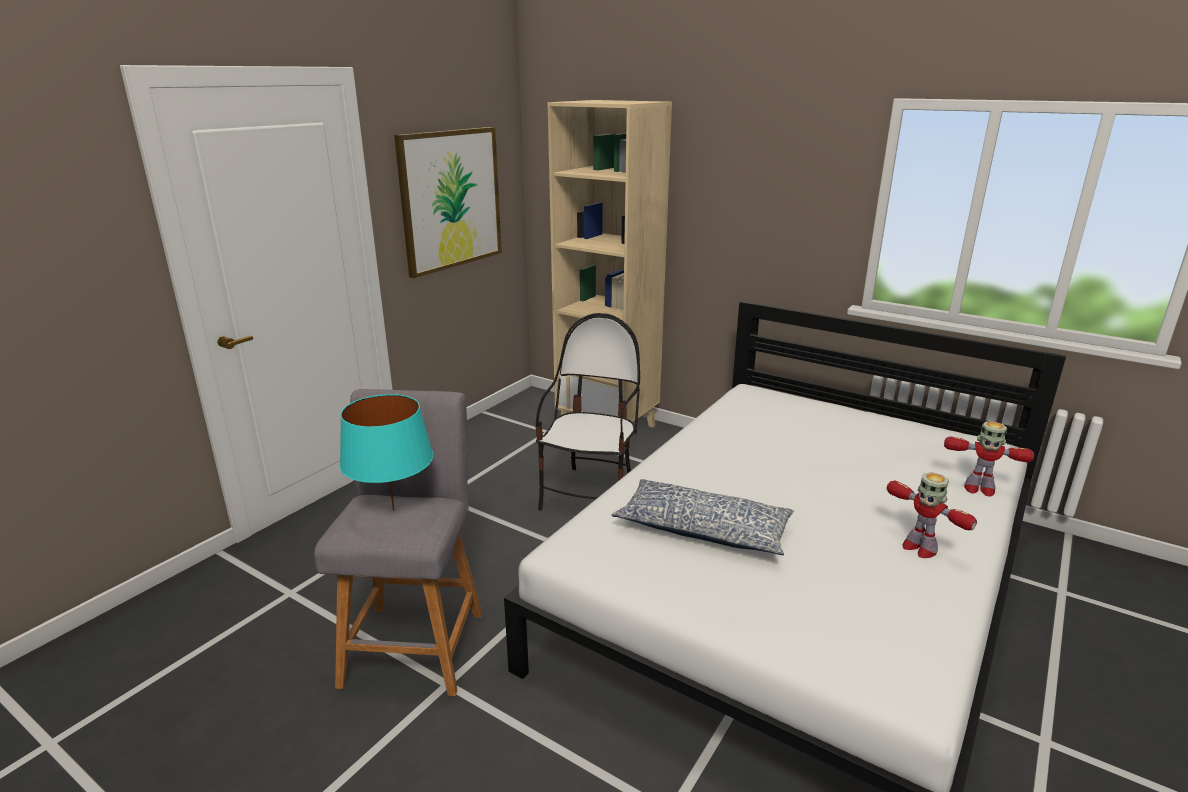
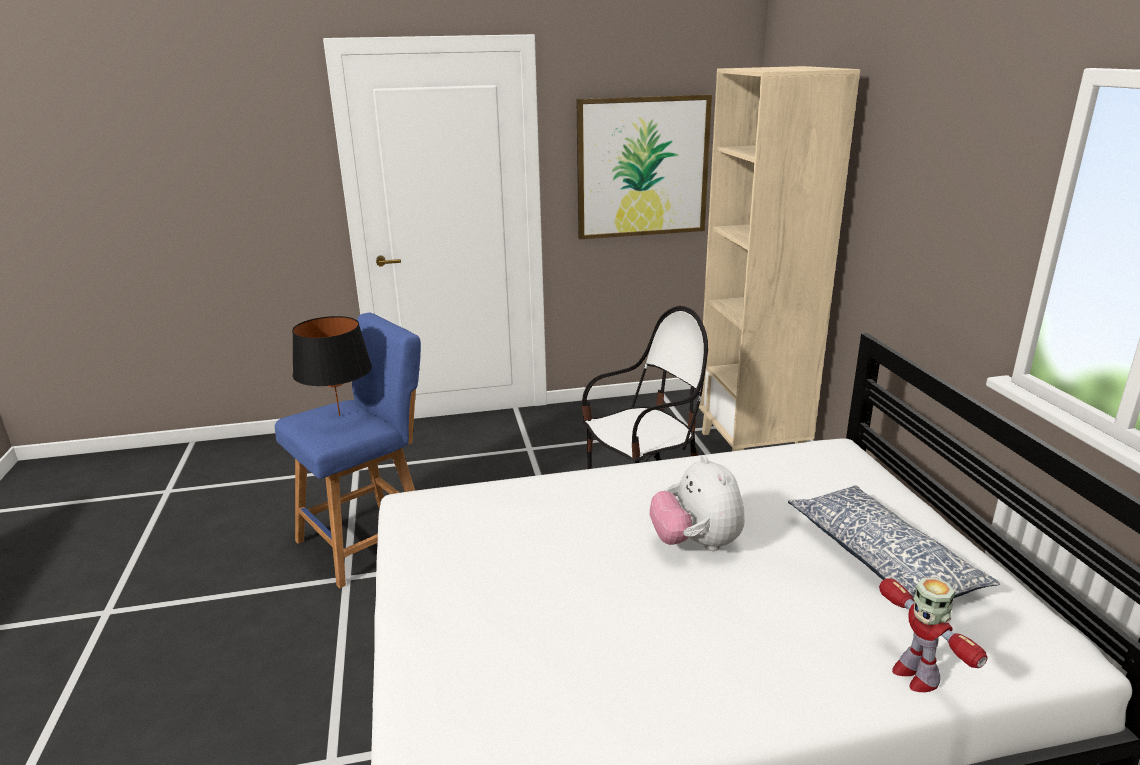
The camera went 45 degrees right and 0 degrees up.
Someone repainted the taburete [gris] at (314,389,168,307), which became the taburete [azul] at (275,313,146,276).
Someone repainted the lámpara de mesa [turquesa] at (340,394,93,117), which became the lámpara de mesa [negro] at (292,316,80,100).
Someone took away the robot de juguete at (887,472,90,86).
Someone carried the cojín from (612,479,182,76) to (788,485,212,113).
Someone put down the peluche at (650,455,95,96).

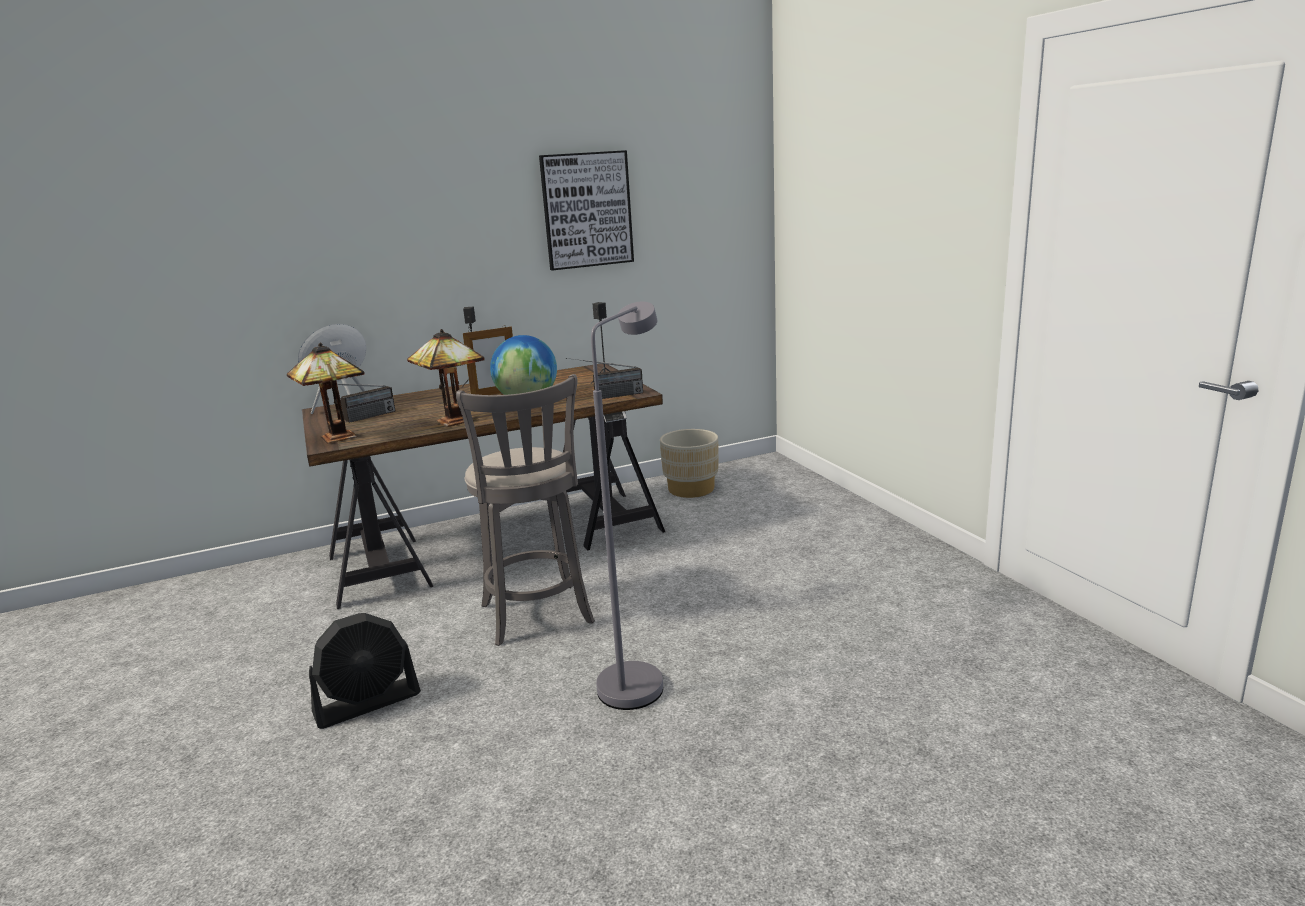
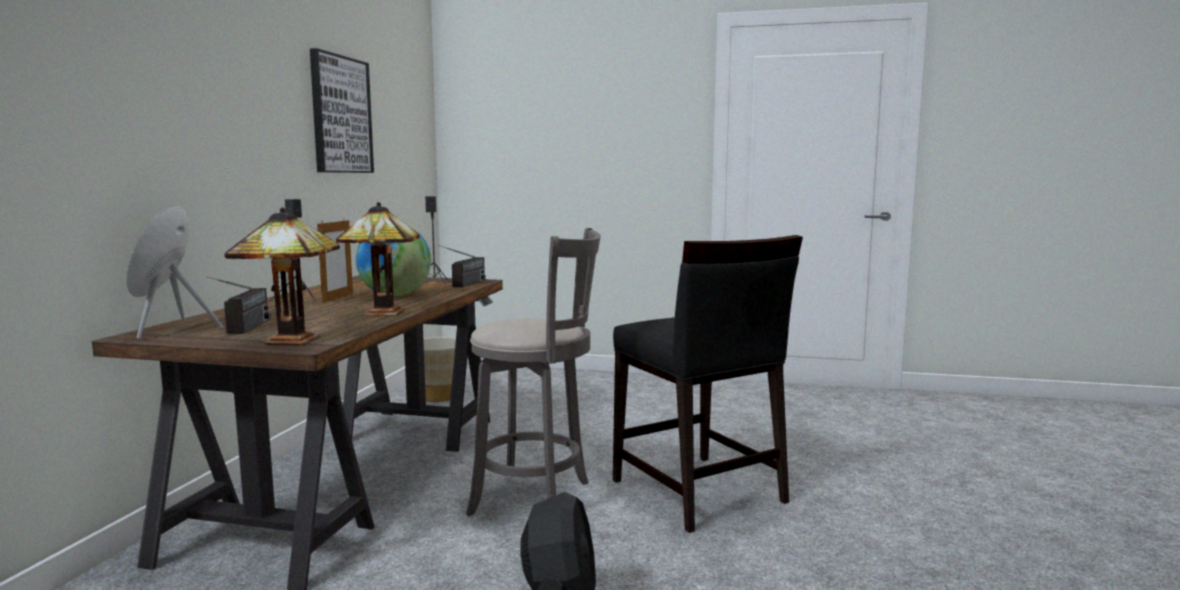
The camera went 55 degrees left and 10 degrees down.
Someone swapped the lámpara de pie [gris] at (591,301,72,409) for the silla [negro] at (613,235,190,298).

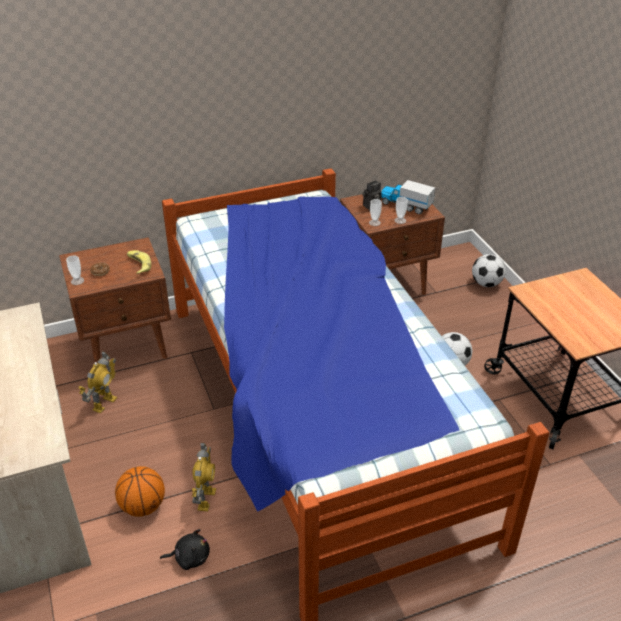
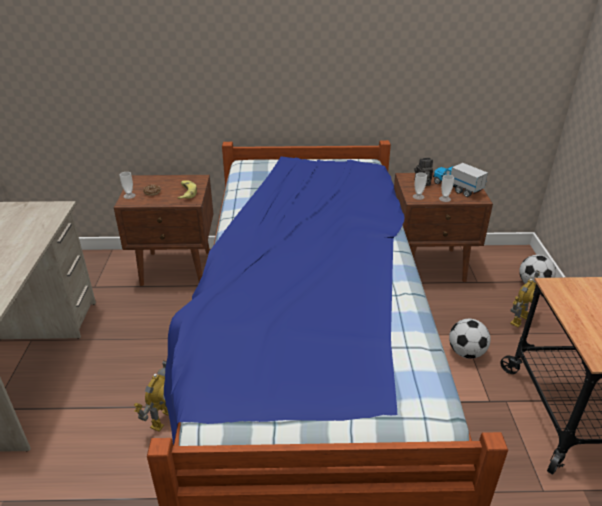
The camera went 20 degrees right and 5 degrees down.
Someone carried the robot de juguete from (79,351,38,62) to (510,270,29,58).
Someone took away the balón de baloncesto at (115,466,50,51).
Someone took away the peluche [negro] at (160,529,50,41).

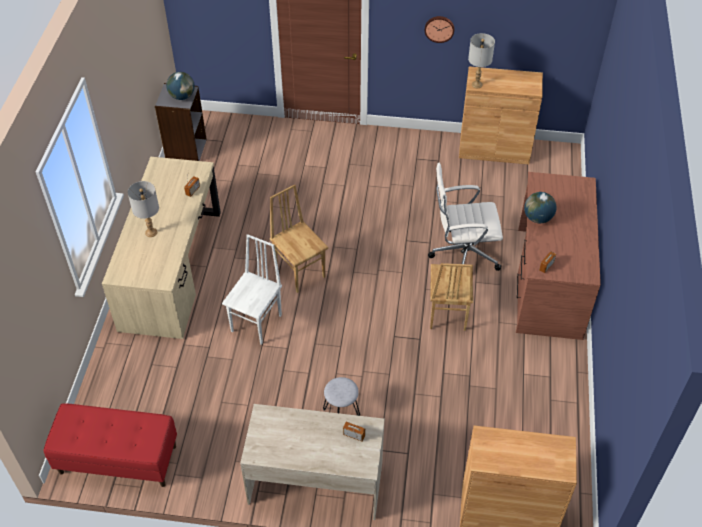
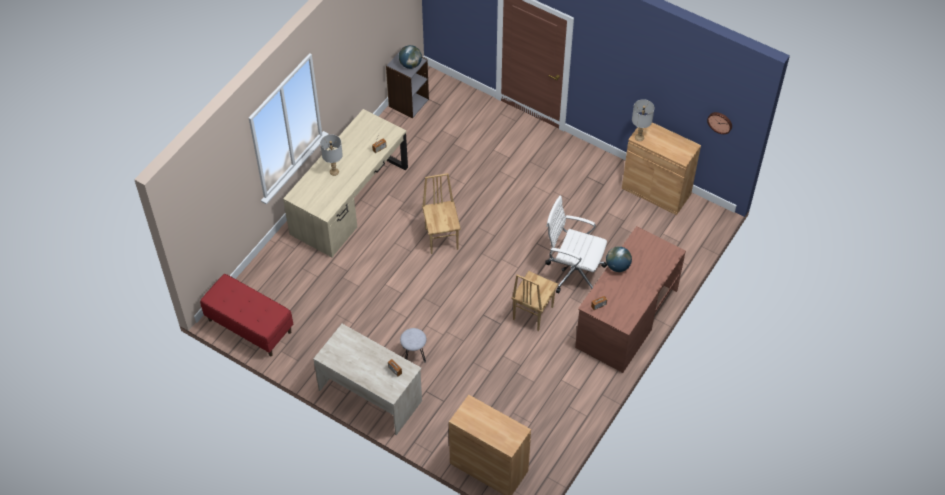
The camera went 25 degrees right and 5 degrees up.
Someone carried the reloj de pared from (425,16,29,27) to (707,112,25,22).
Someone took away the silla [blanco] at (222,234,60,111).

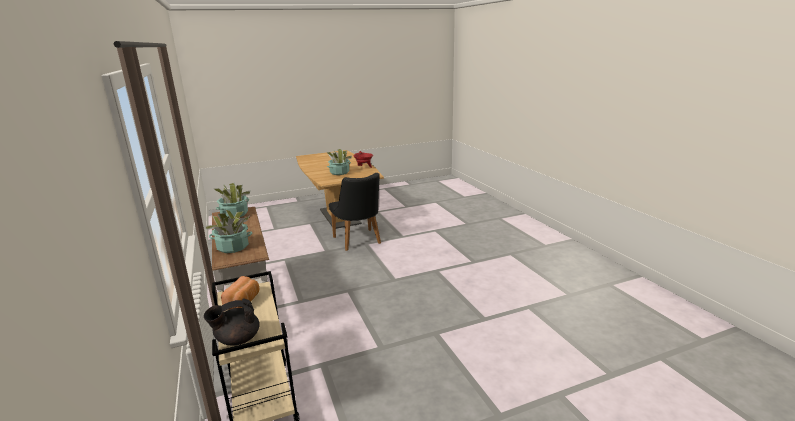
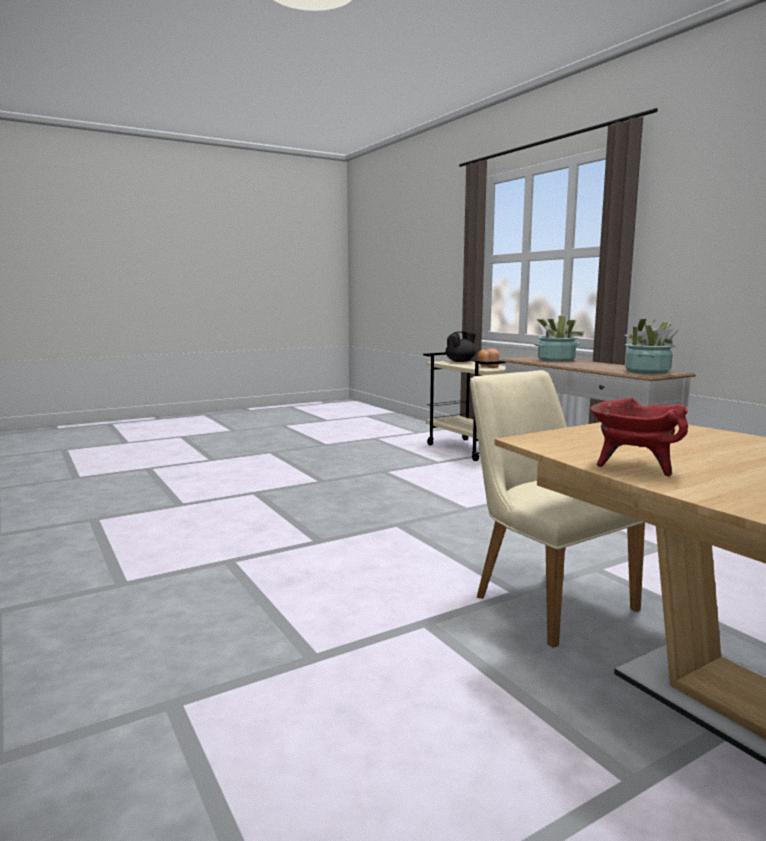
The camera went 170 degrees right and 10 degrees down.
Someone took away the planta en maceta at (326,149,26,26).
Someone repainted the silla [negro] at (329,173,52,78), which became the silla [beis] at (470,370,175,278).

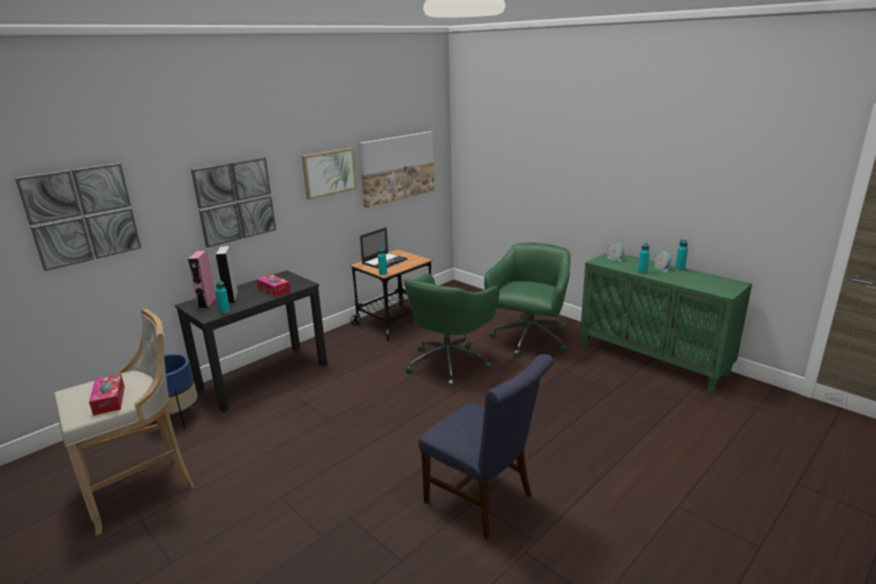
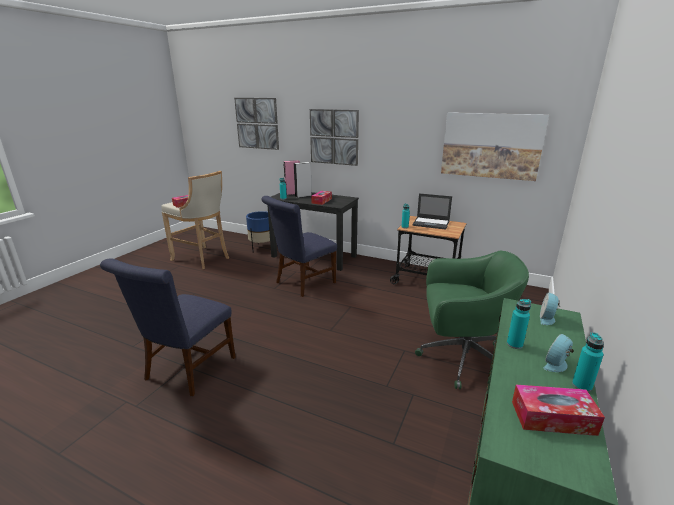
The camera went 70 degrees right and 0 degrees up.
Someone took away the cuadro at (302,148,55,52).
Someone took away the silla de oficina [verde] at (404,274,96,113).
Someone put down the silla [azul] at (261,196,76,101).
Someone put down the caja de pañuelos at (512,385,93,51).

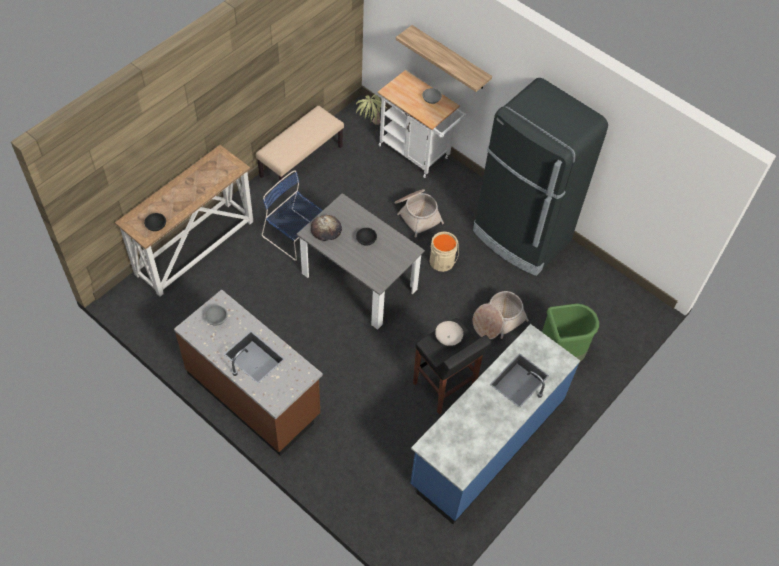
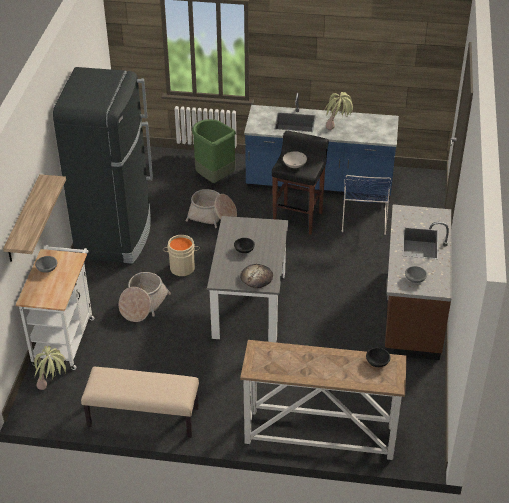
The camera went 120 degrees left and 15 degrees down.
Someone carried the silla [azul] from (262,170,61,91) to (342,175,49,60).
Someone put down the planta en maceta at (325,92,28,38).

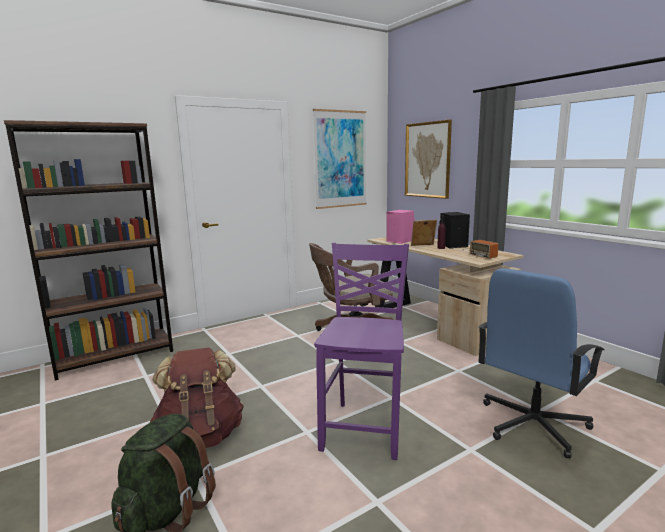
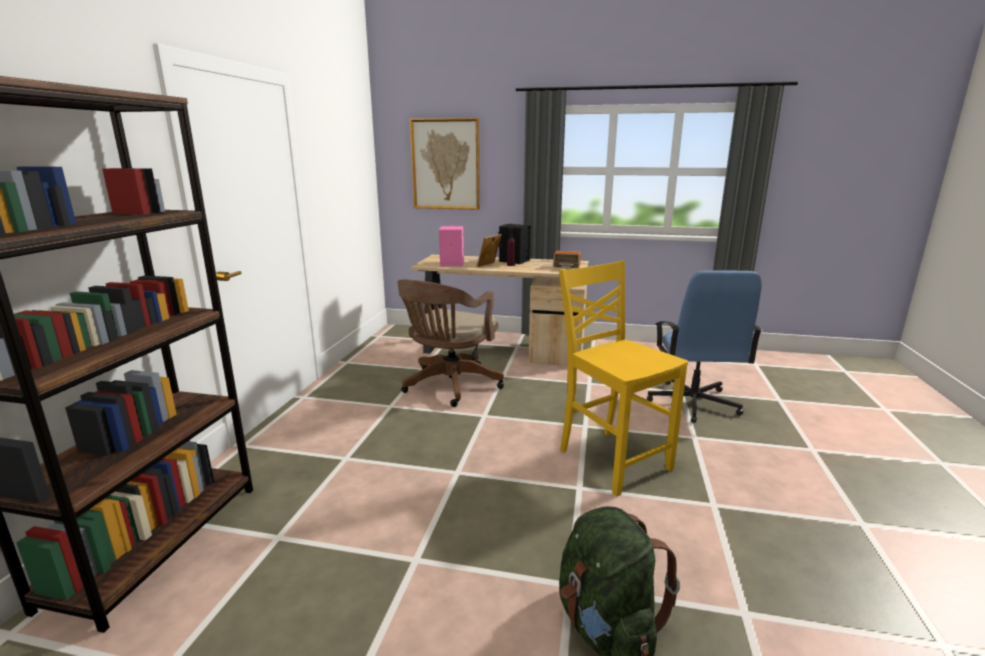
The camera went 45 degrees left and 5 degrees up.
Someone took away the cuadro at (313,109,54,100).
Someone repainted the silla [morado] at (314,243,95,217), which became the silla [amarillo] at (559,260,129,236).
Someone took away the mochila [marrón] at (150,348,94,100).

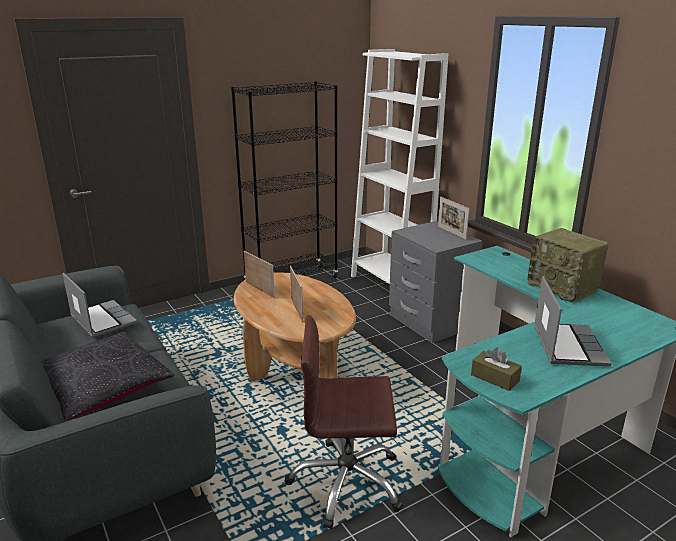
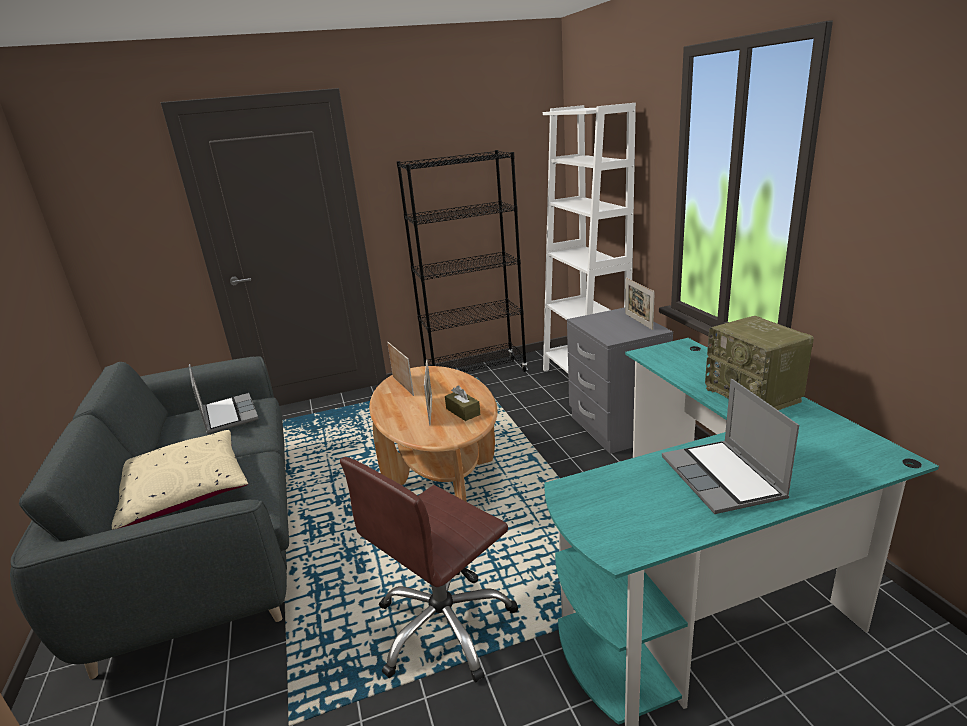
The camera went 15 degrees right and 0 degrees up.
Someone rotated the portátil at (534,276,78,91) by 150 degrees clockwise.
Someone rotated the silla de oficina [marrón] at (284,315,119,215) by 60 degrees counterclockwise.
Someone repainted the cojín [negro] at (41,332,134,89), which became the cojín [beis] at (112,430,136,100).
Someone carried the caja de pañuelos [marrón] from (471,347,51,44) to (445,385,35,36).

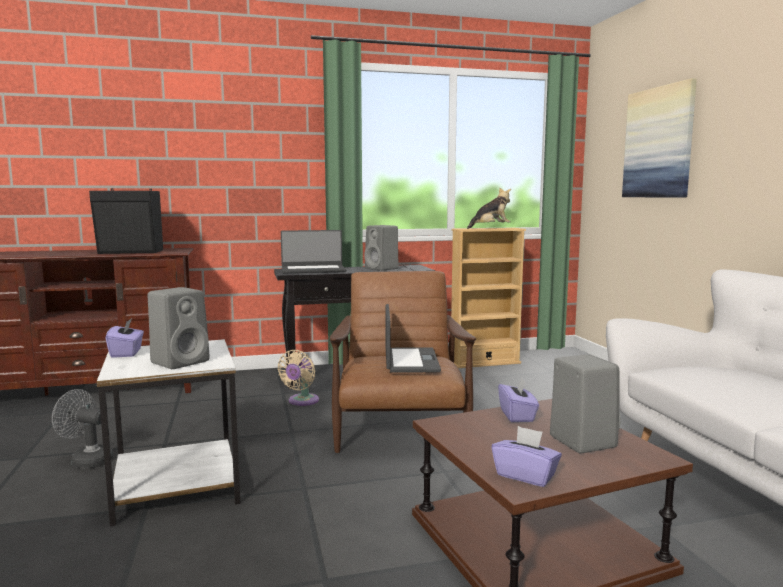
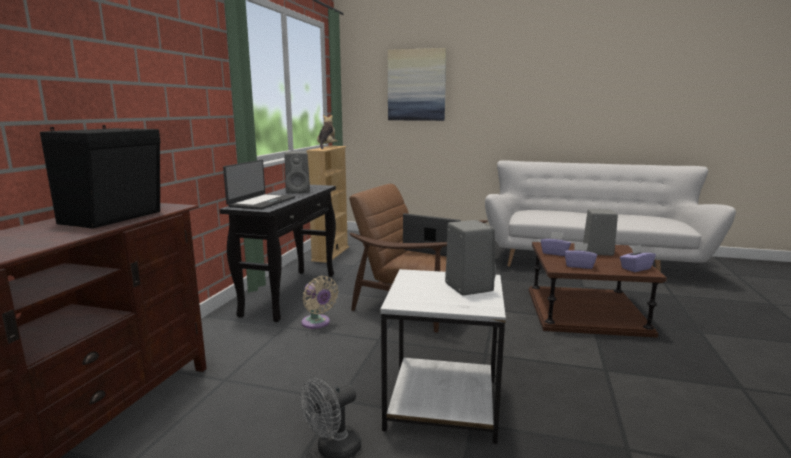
The camera went 60 degrees left and 5 degrees up.
Someone carried the caja de pañuelos [morado] from (106,318,38,40) to (564,242,33,27).

